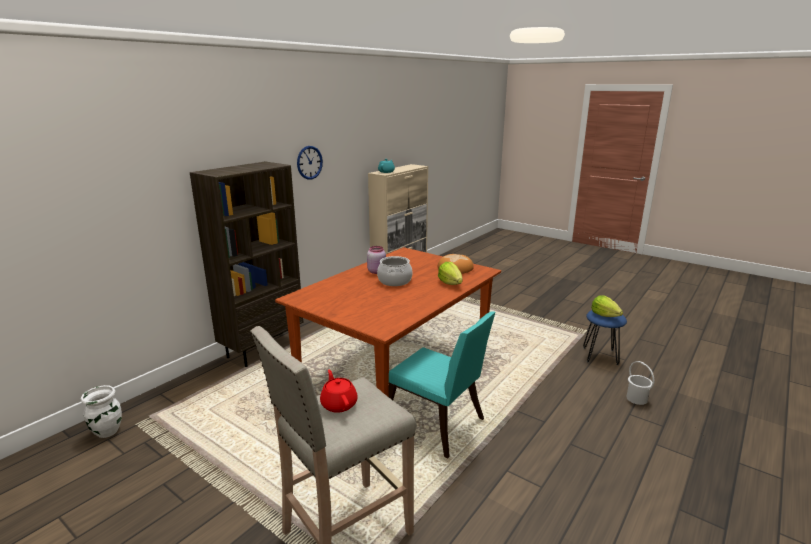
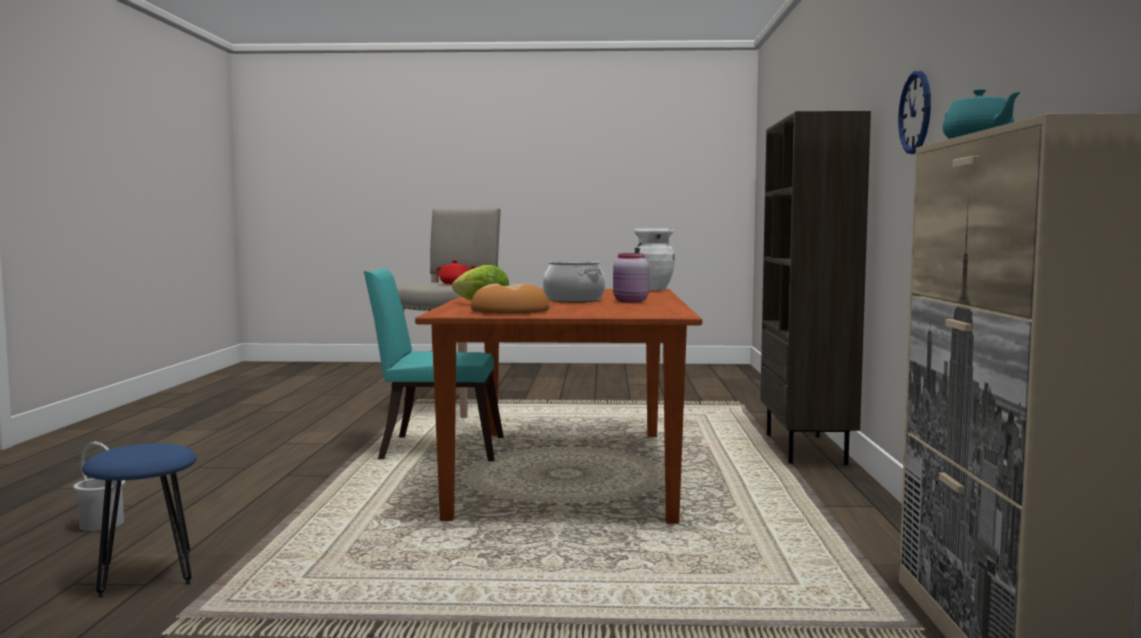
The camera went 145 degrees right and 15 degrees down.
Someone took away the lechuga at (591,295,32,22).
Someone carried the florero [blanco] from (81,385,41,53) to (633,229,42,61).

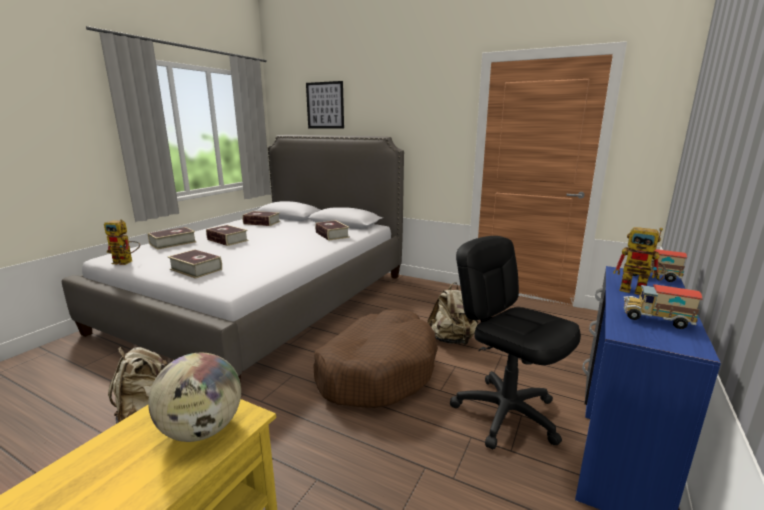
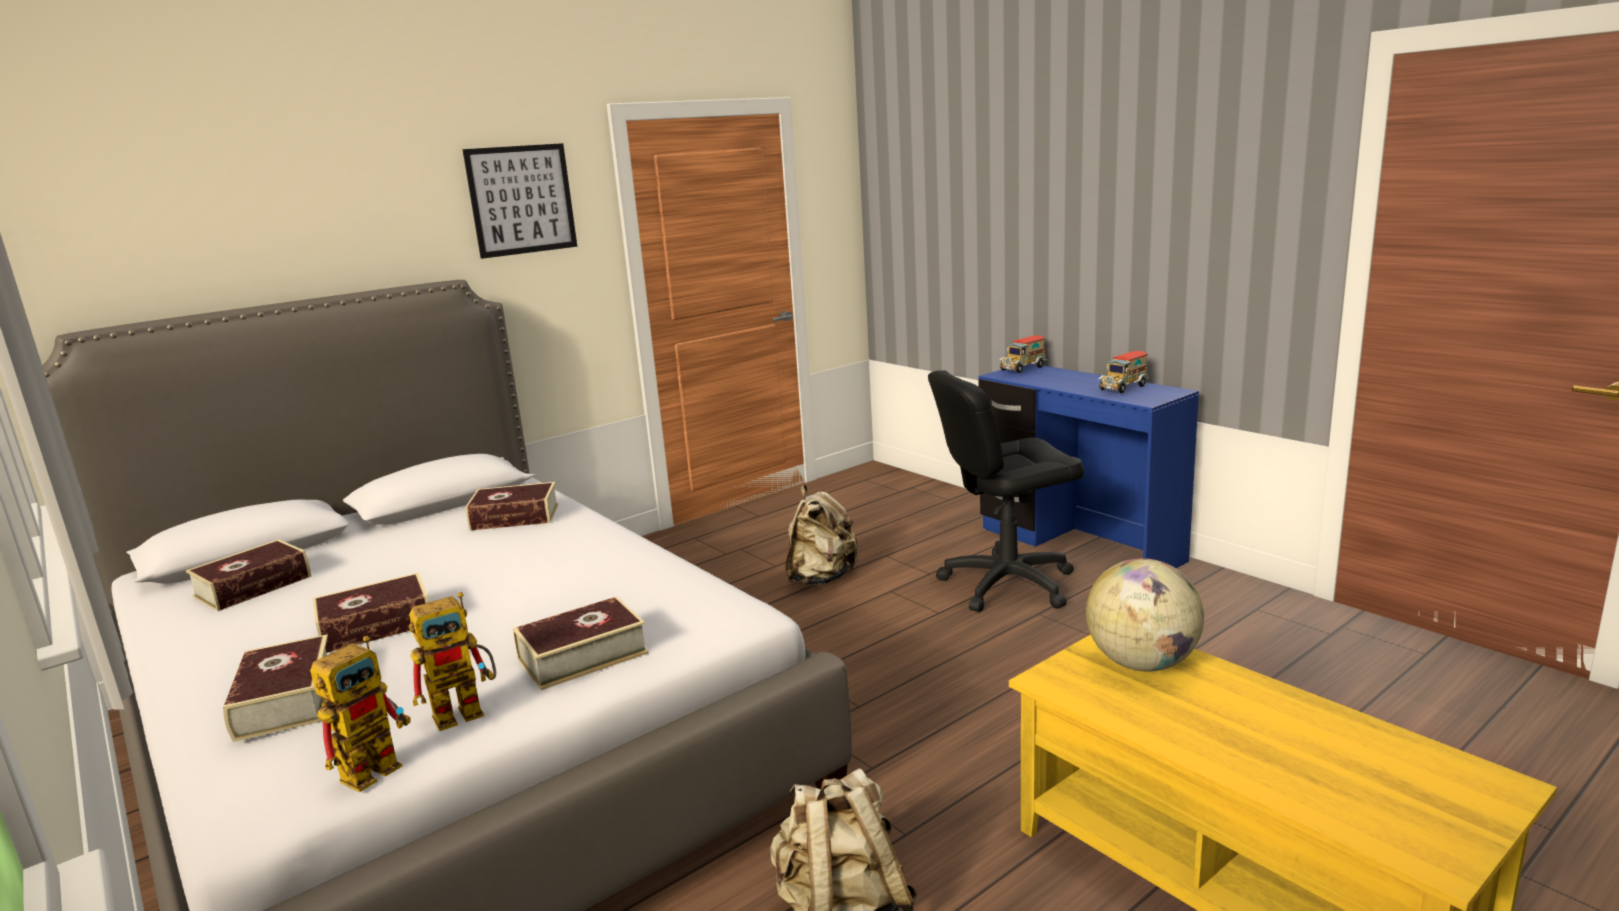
The camera went 65 degrees left and 0 degrees up.
Someone carried the cuadro from (306,81,38,48) to (462,143,115,116).
Someone carried the robot de juguete from (613,227,53,68) to (409,592,87,139).
Someone took away the cama para perro [marrón] at (313,310,125,98).

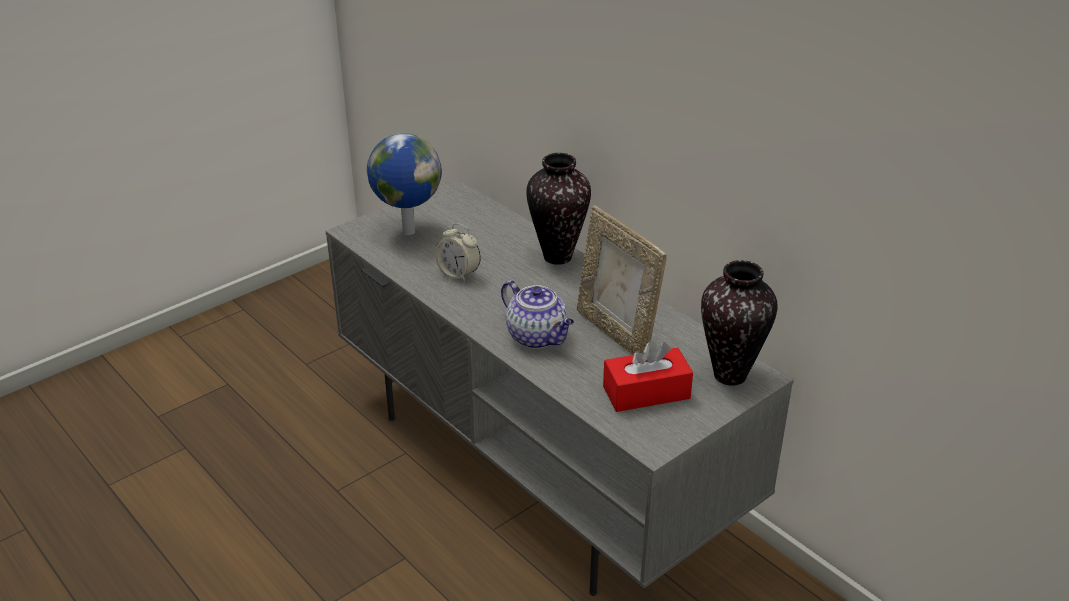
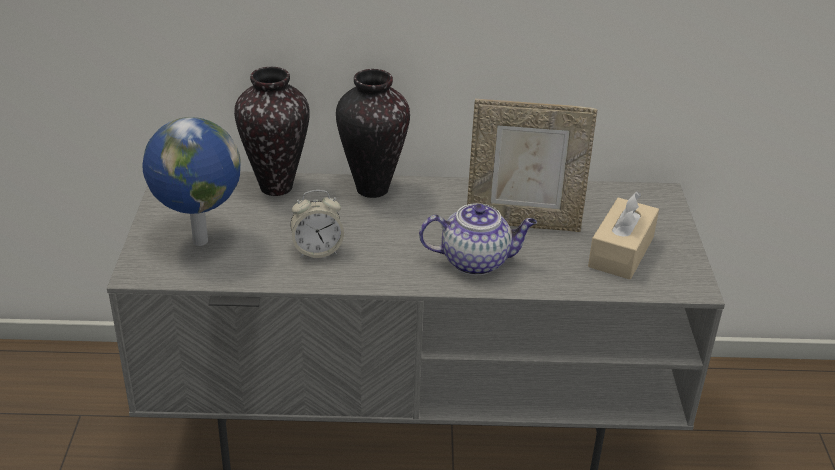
The camera went 50 degrees left and 0 degrees up.
Someone carried the florero from (701,260,76,126) to (234,67,76,129).
Someone repainted the caja de pañuelos [rojo] at (603,341,90,71), which became the caja de pañuelos [beis] at (588,191,71,89).

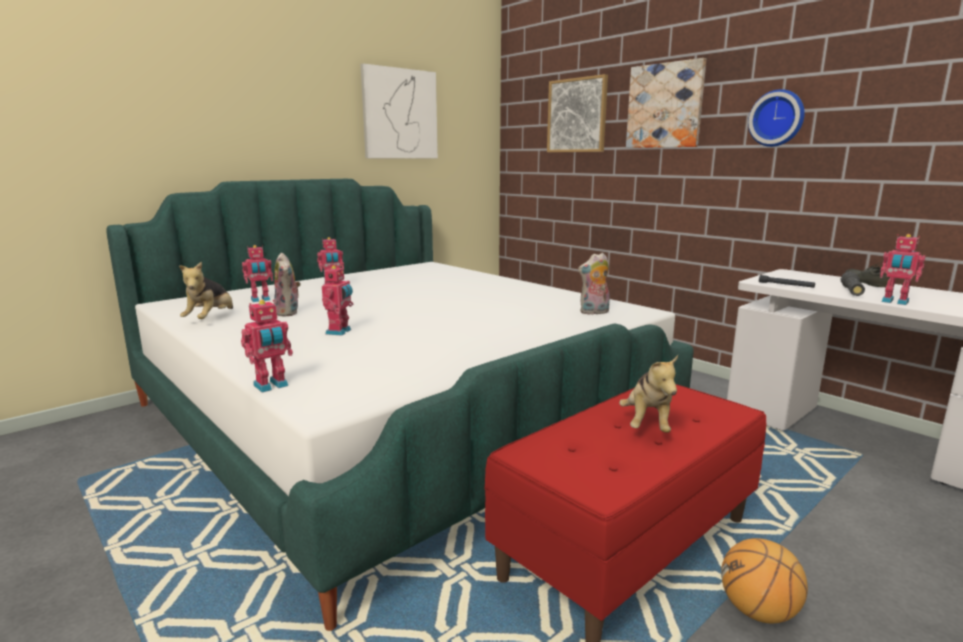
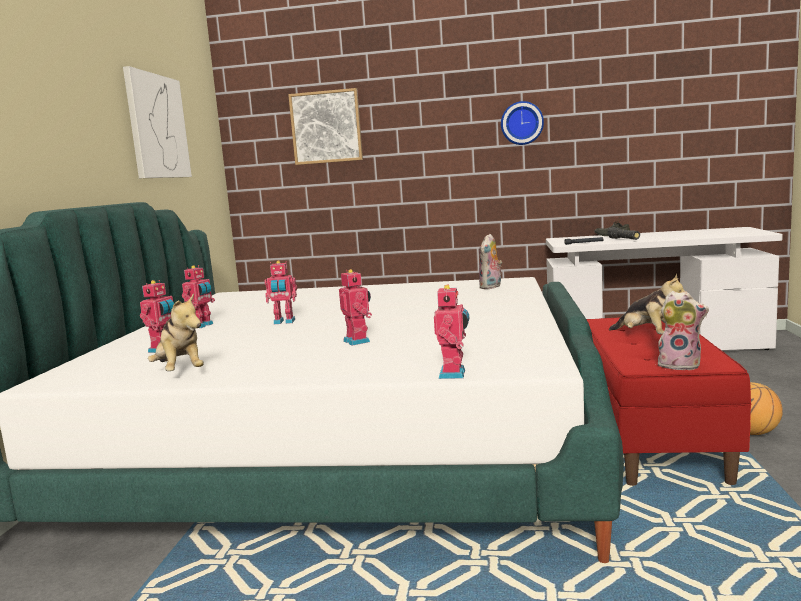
The camera went 40 degrees left and 5 degrees down.
Someone took away the cuadro at (626,58,80,90).
Someone carried the robot de juguete from (880,234,45,71) to (264,261,33,63).
Someone carried the peluche from (274,253,27,64) to (658,291,51,79).

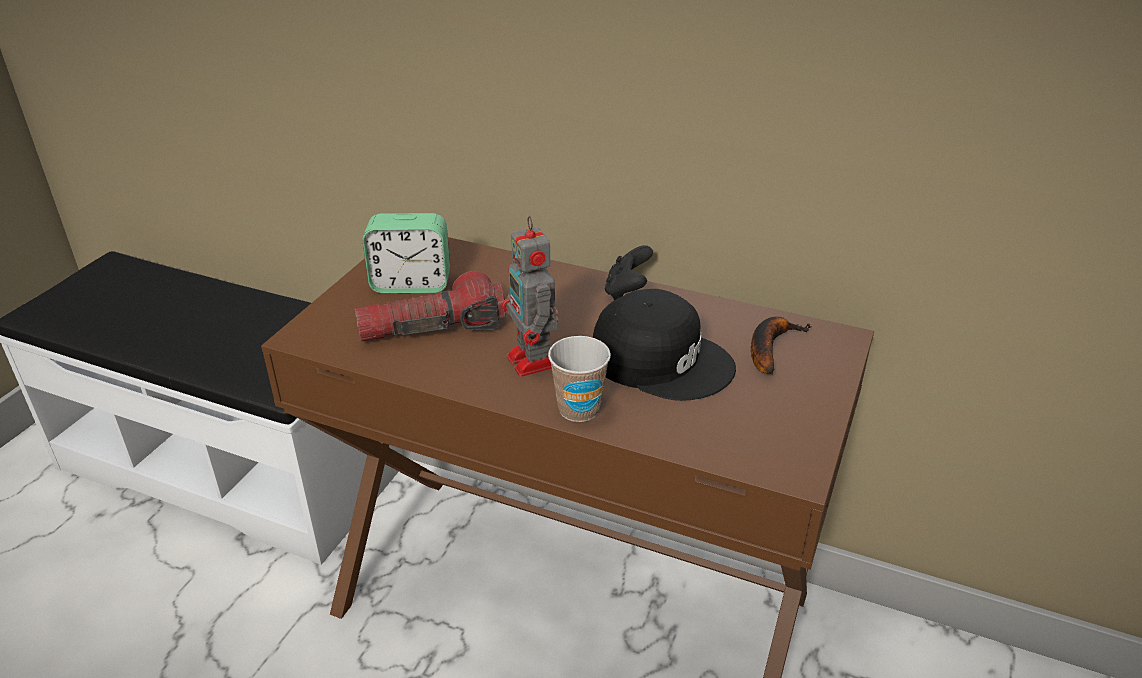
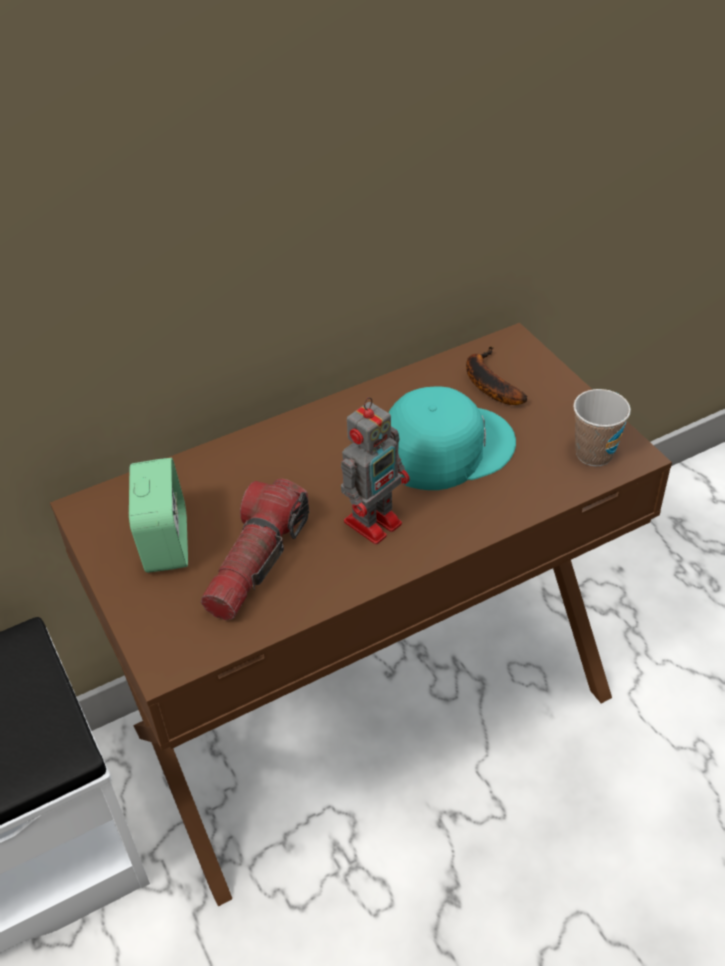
The camera went 50 degrees left and 10 degrees up.
Someone rotated the despertador at (362,213,88,81) by 45 degrees counterclockwise.
Someone rotated the robot de juguete at (501,216,57,161) by 60 degrees counterclockwise.
Someone took away the mando de consola [negro] at (605,245,48,55).
Someone repainted the gorra [negro] at (593,289,143,112), which became the gorra [turquesa] at (388,387,128,103).
Someone carried the taza from (548,336,63,86) to (573,389,58,77).

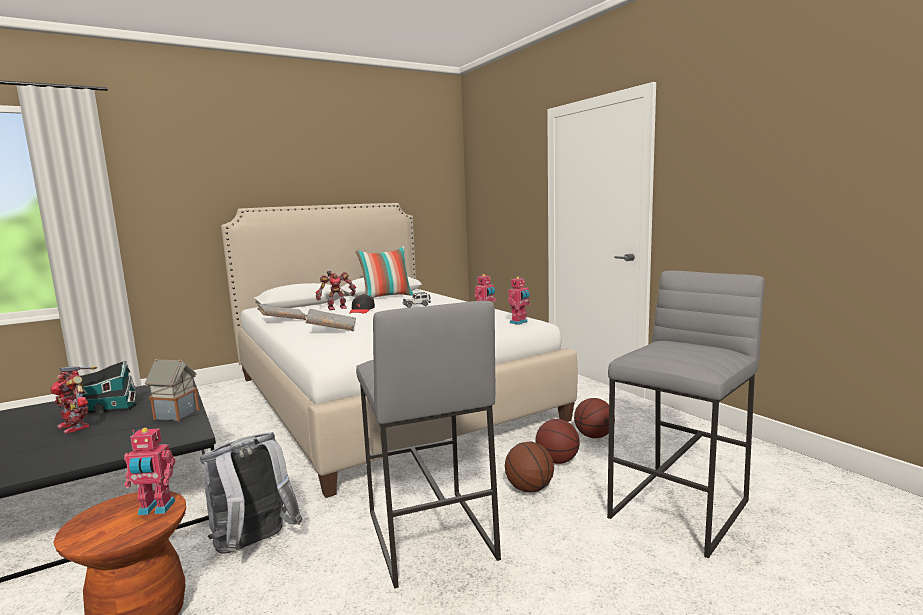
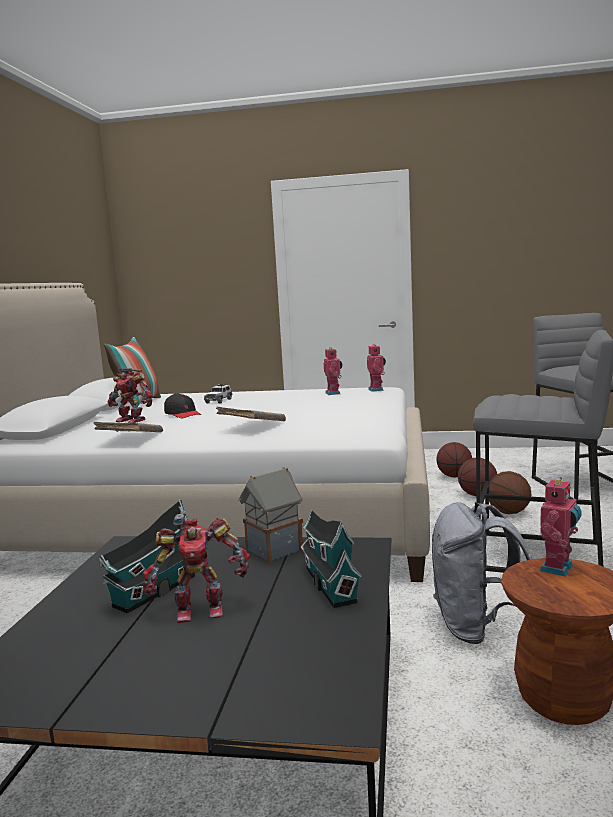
The camera went 50 degrees left and 0 degrees up.
Someone rotated the robot de juguete at (315,271,41,39) by 105 degrees clockwise.
Someone put down the casita at (300,509,62,99).

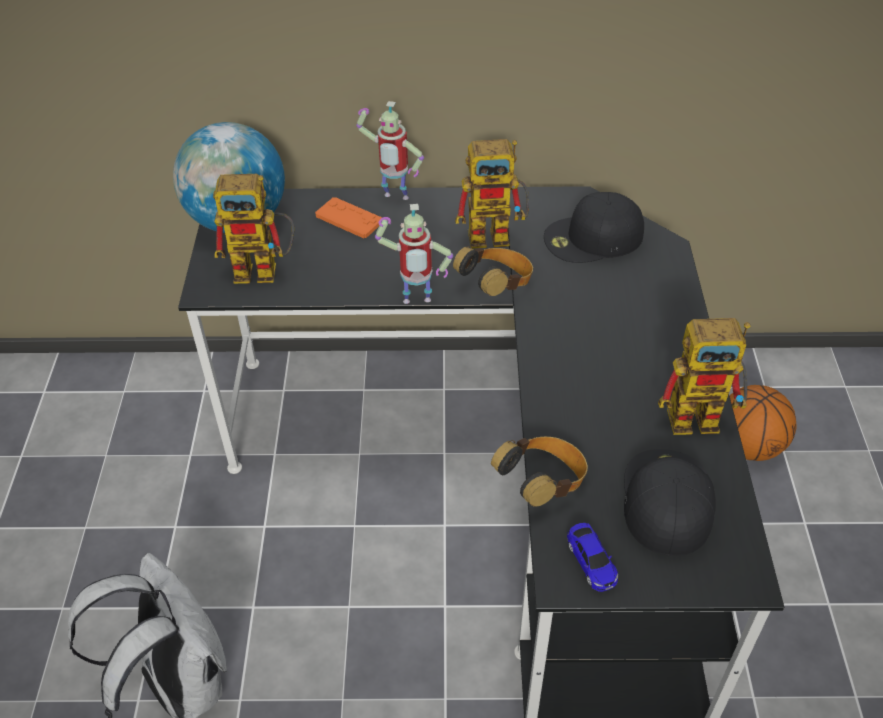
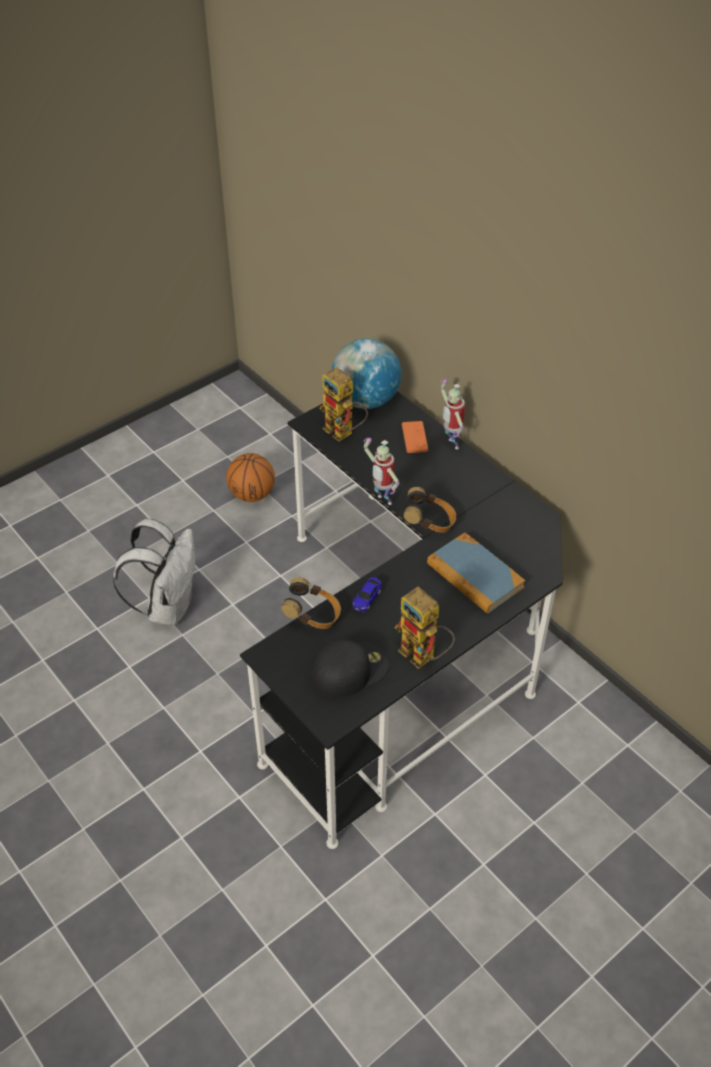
The camera went 50 degrees right and 0 degrees up.
Someone took away the robot de juguete at (455,139,74,110).
Someone took away the gorra [negro] at (544,192,100,71).
Someone carried the balón de baloncesto from (729,385,68,76) to (226,453,49,49).
Someone carried the coche de juguete from (567,523,51,69) to (352,577,30,35).
Someone put down the libro at (427,533,99,81).

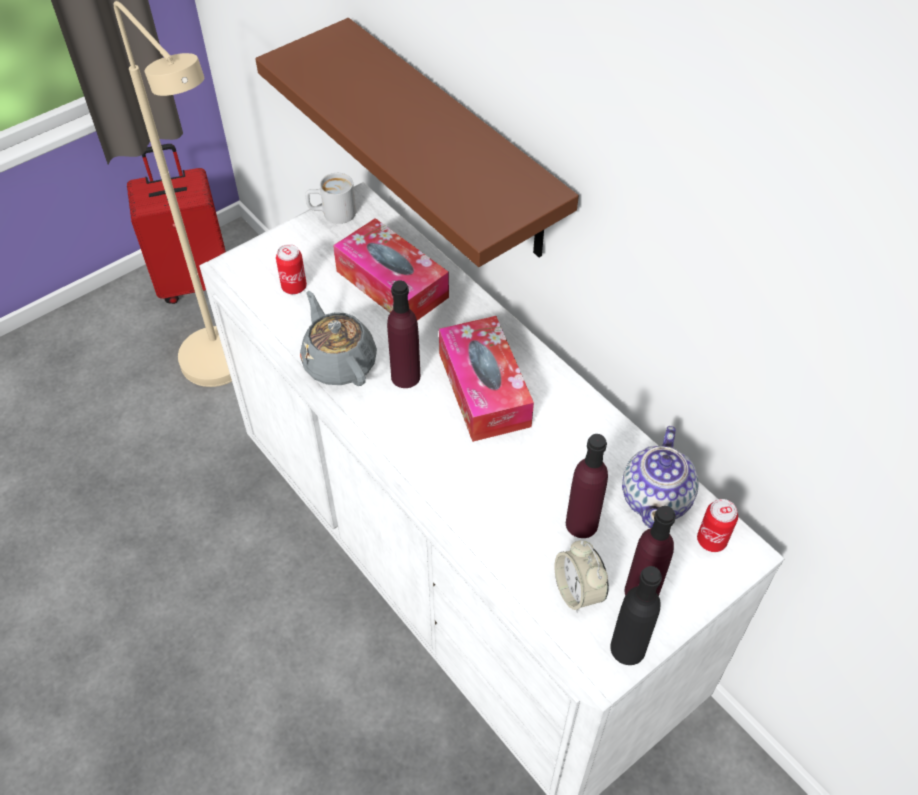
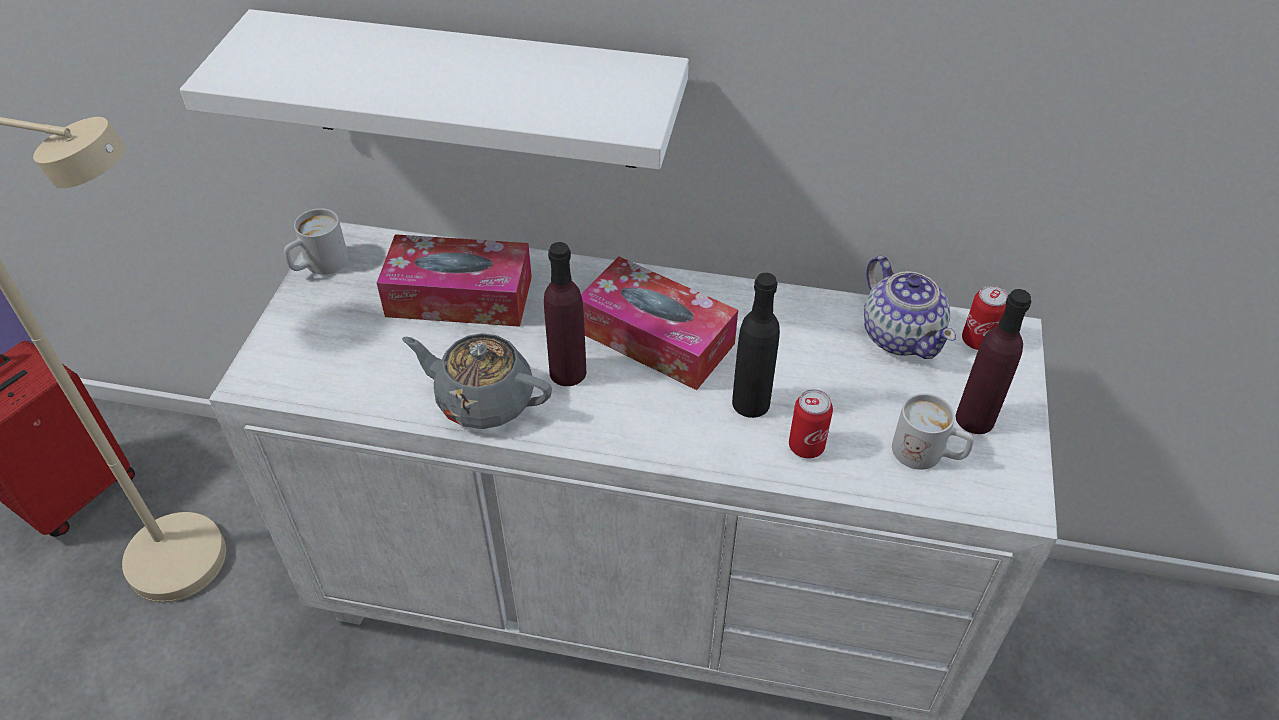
The camera went 40 degrees left and 5 degrees down.
Someone repainted the estante [marrón] at (255,18,324,249), which became the estante [blanco] at (180,9,509,161).
Someone carried the lata from (276,244,31,50) to (789,389,44,70).
Someone took away the botella [morado] at (566,434,42,104).
Someone swapped the despertador at (555,540,54,72) for the taza grande [blanco] at (892,393,82,77).
Someone carried the botella [negro] from (610,566,52,99) to (732,273,48,145).

